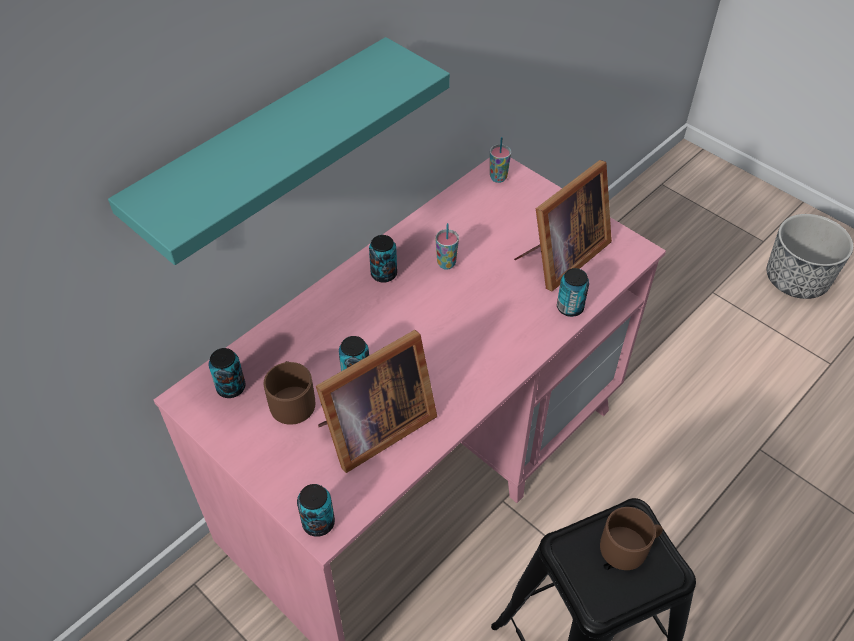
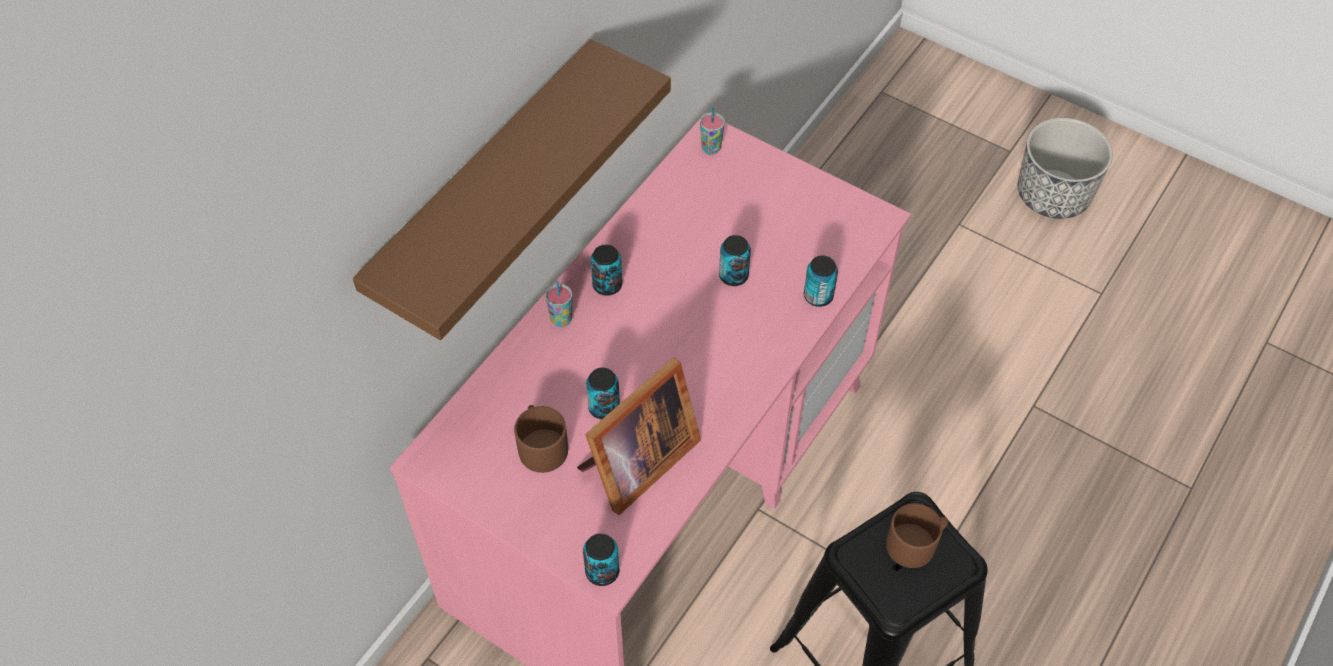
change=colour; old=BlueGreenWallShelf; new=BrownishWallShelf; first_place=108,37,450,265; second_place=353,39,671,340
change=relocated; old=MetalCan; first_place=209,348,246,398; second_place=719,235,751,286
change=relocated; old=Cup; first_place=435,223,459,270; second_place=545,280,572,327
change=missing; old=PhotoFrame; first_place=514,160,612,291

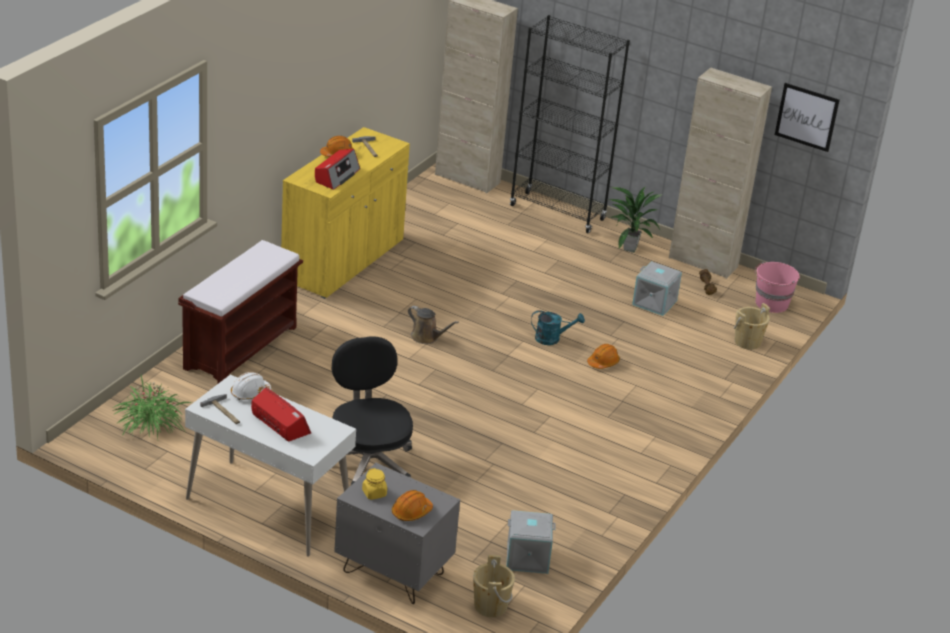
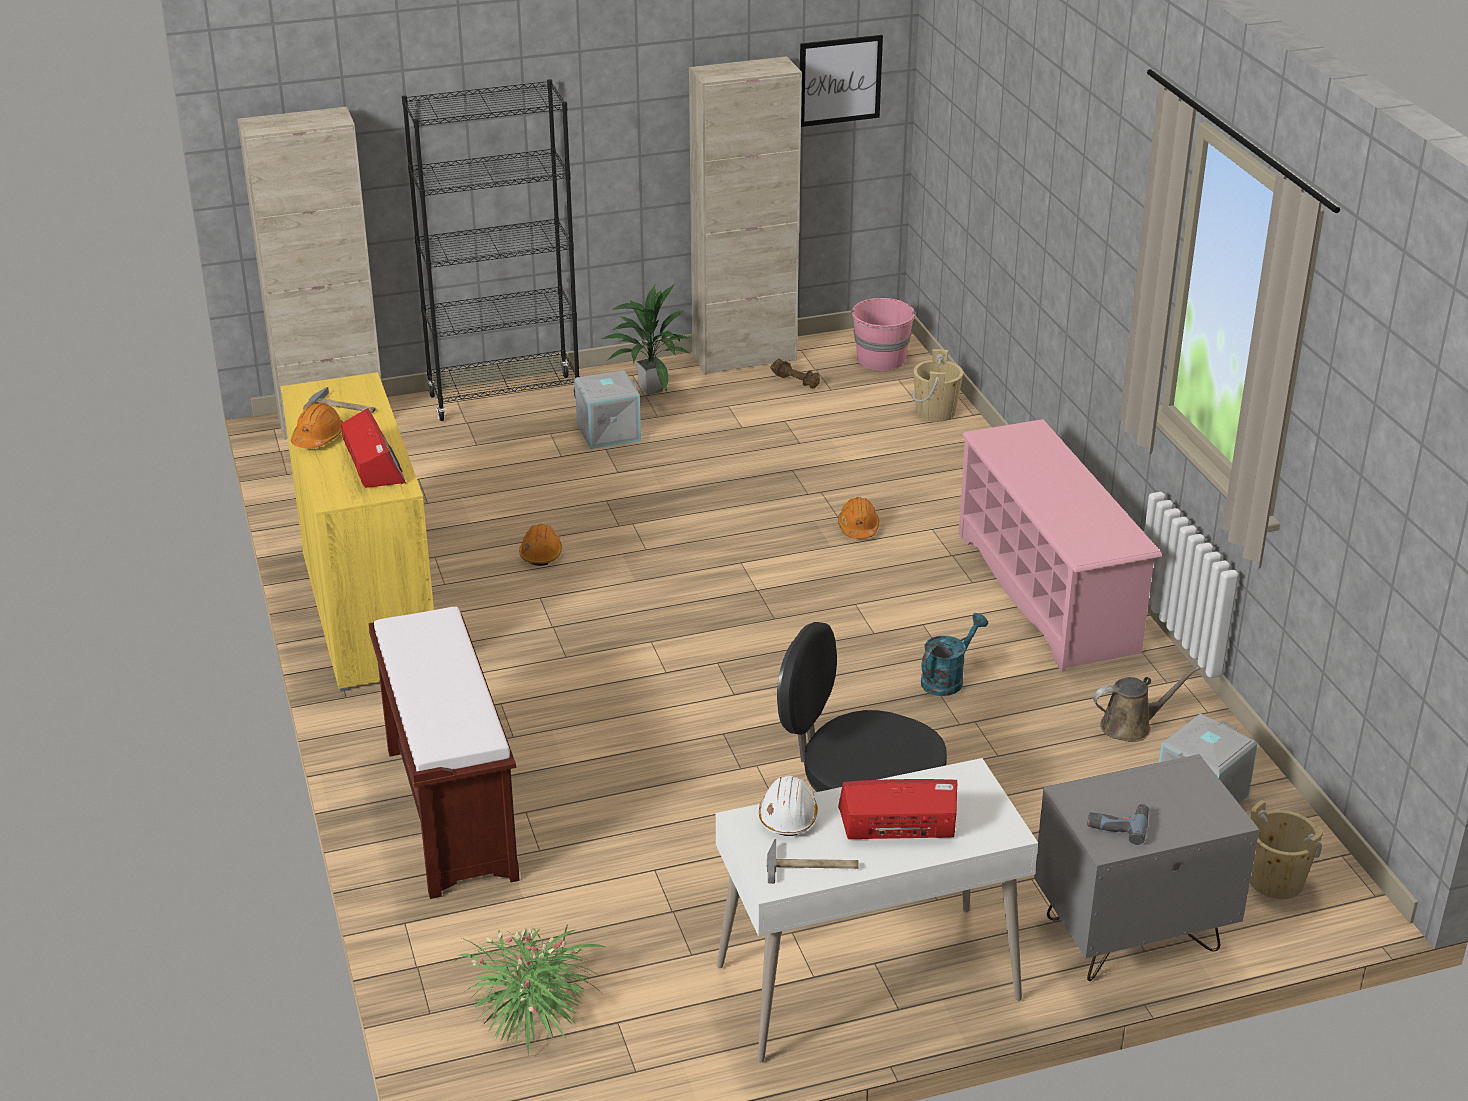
change=exchanged; old=YellowishPreserveJar; new=ElectricDrill; first_place=362,468,387,500; second_place=1087,804,1149,845
change=relocated; old=OrangeColouredHardHat; first_place=392,490,433,521; second_place=519,524,562,566
change=relocated; old=BrownishWateringPot; first_place=408,306,459,344; second_place=1093,666,1200,742
change=relocated; old=BlueGreenWateringPot; first_place=531,310,585,345; second_place=921,613,988,696
change=relocated; old=GreyStorageBox; first_place=632,261,682,316; second_place=575,370,641,449
change=appeared; new=PinkishShoeStand; second_place=958,419,1162,672

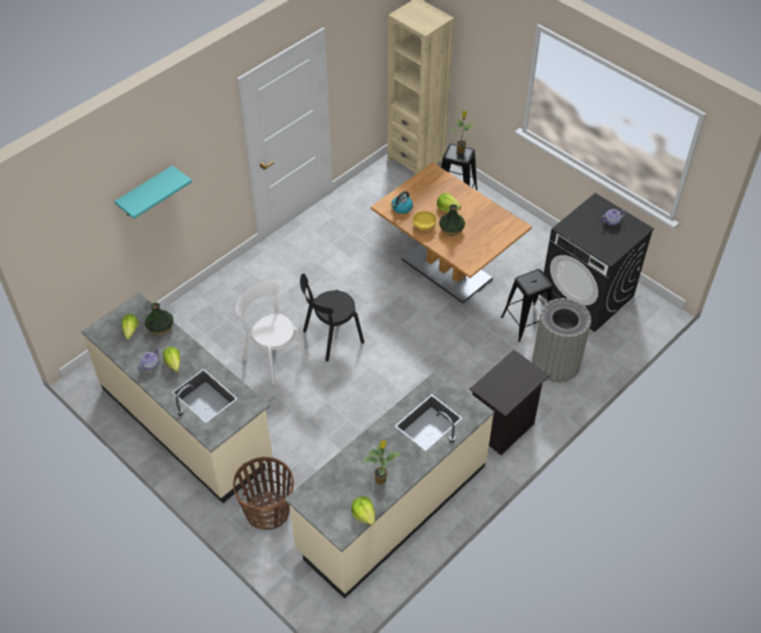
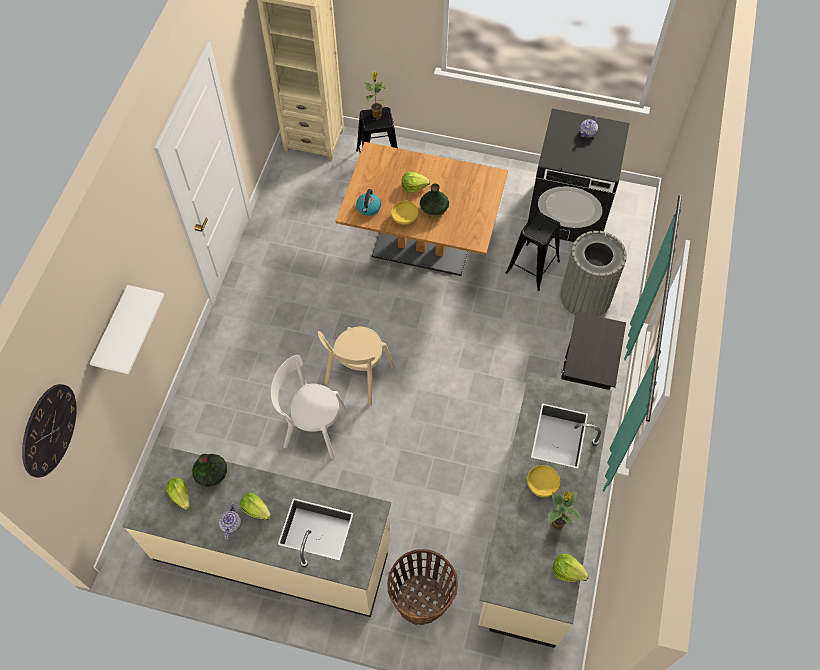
change=colour; old=BlueGreenWallShelf; new=WhitishWallShelf; first_place=114,165,192,219; second_place=90,285,164,374
change=colour; old=BlackPlainChair; new=SandColouredPlainChair; first_place=300,273,364,362; second_place=318,327,394,406
change=appeared; new=ClockOnTheWall; second_place=22,384,77,478
change=appeared; new=YellowishDeepDish; second_place=527,465,560,497

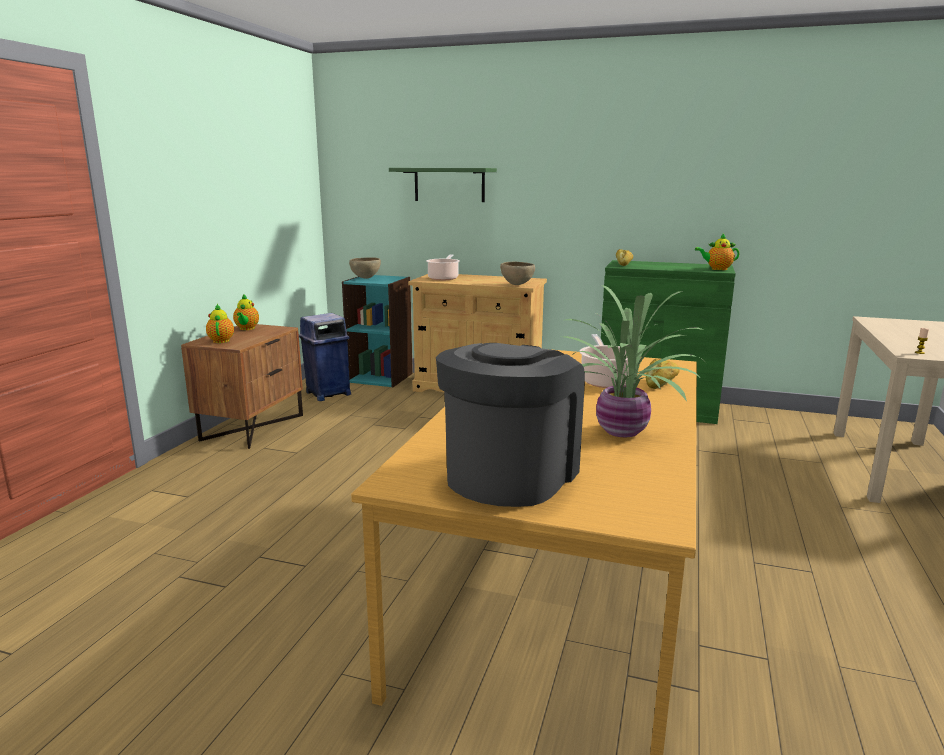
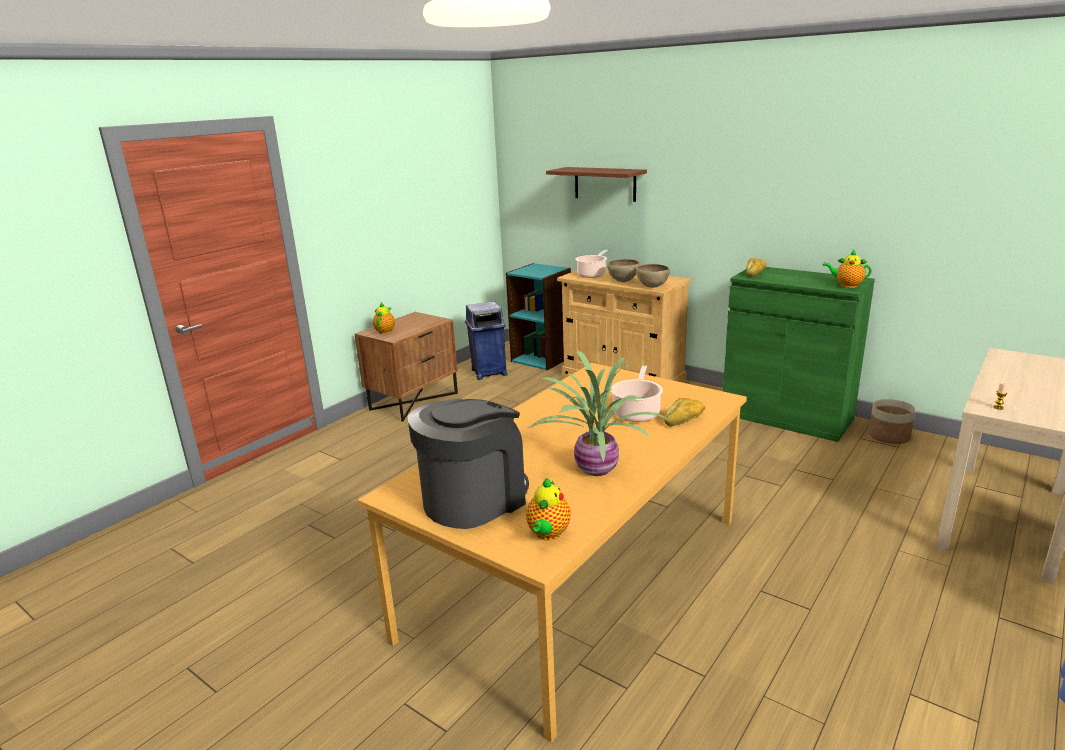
change=relocated; old=Teapot; first_place=233,294,259,330; second_place=526,478,571,541
change=relocated; old=BrownishDeepDish; first_place=349,257,381,279; second_place=607,259,640,282
change=colour; old=GreenishWallShelf; new=BrownishWallShelf; first_place=389,168,497,202; second_place=546,167,647,202
change=appeared; new=PlantPot; second_place=868,399,916,444

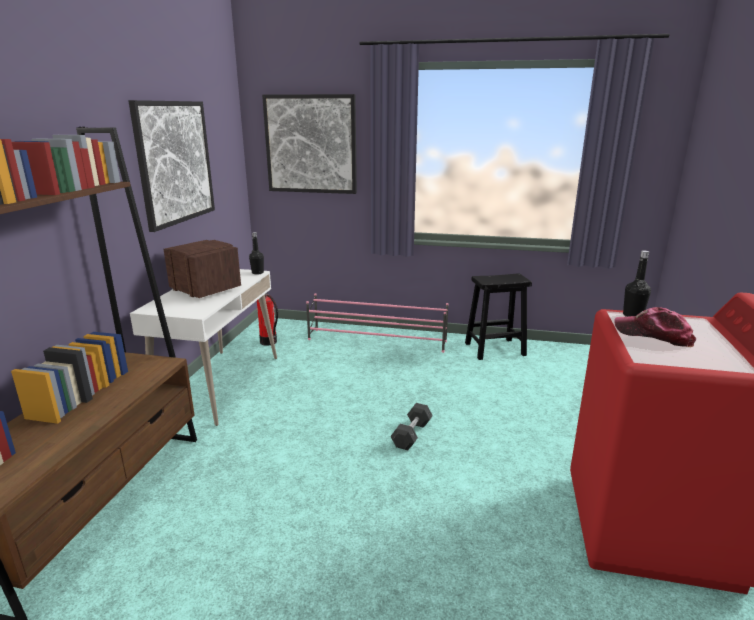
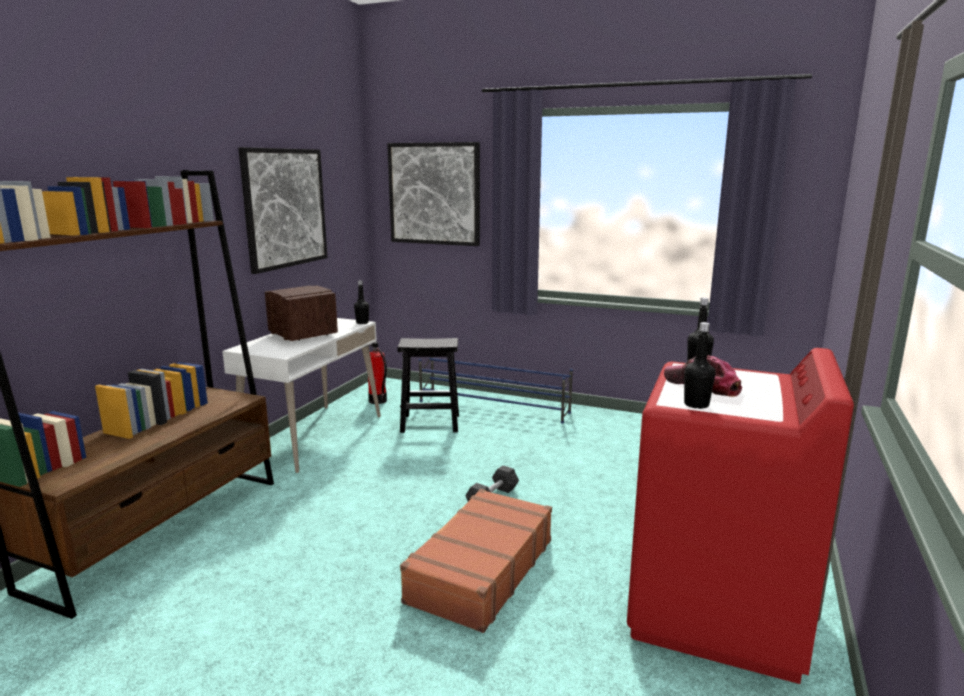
change=colour; old=PinkishShoeStand; new=BlueColouredShoeStand; first_place=306,293,449,353; second_place=419,357,573,424
change=relocated; old=BlackStoolSeat; first_place=465,273,532,360; second_place=398,338,459,433
change=appeared; new=BrownishSuitcase; second_place=400,489,552,633
change=appeared; new=BlackDrinkBottle; second_place=684,322,716,409

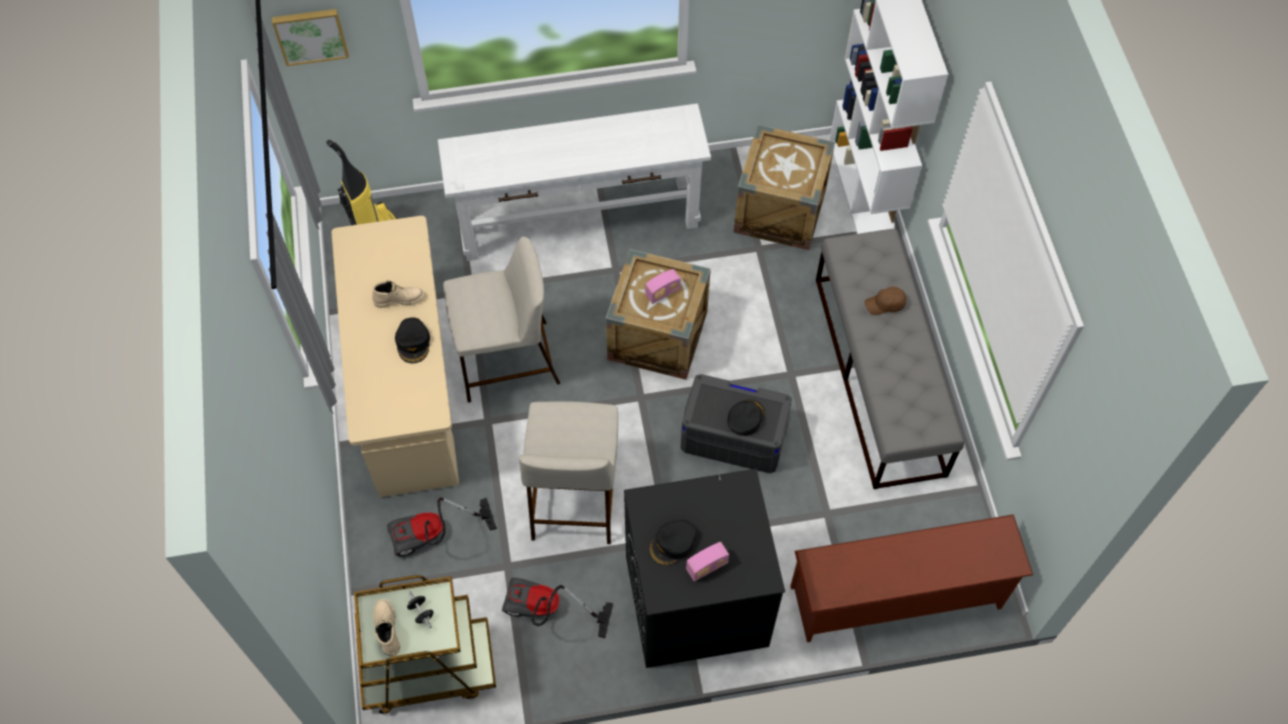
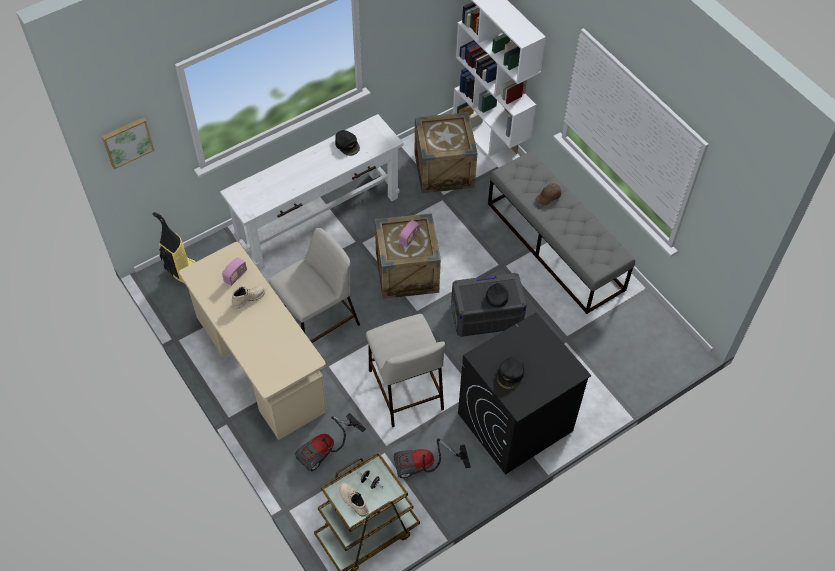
change=relocated; old=BlackBaseballCap; first_place=395,317,430,363; second_place=335,130,360,156
change=relocated; old=Radio; first_place=686,542,729,582; second_place=222,257,247,286
change=missing; old=BrownishShoeStand; first_place=790,514,1033,642

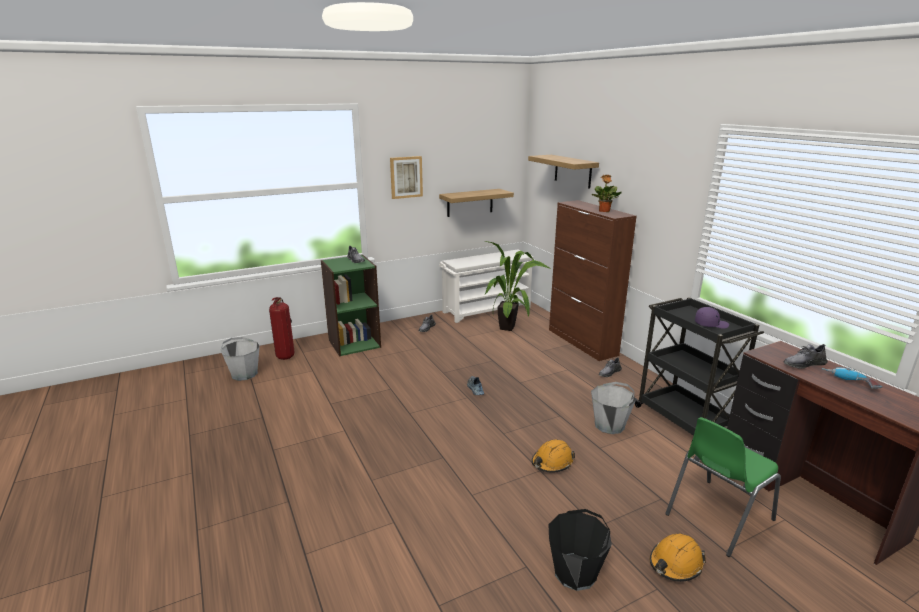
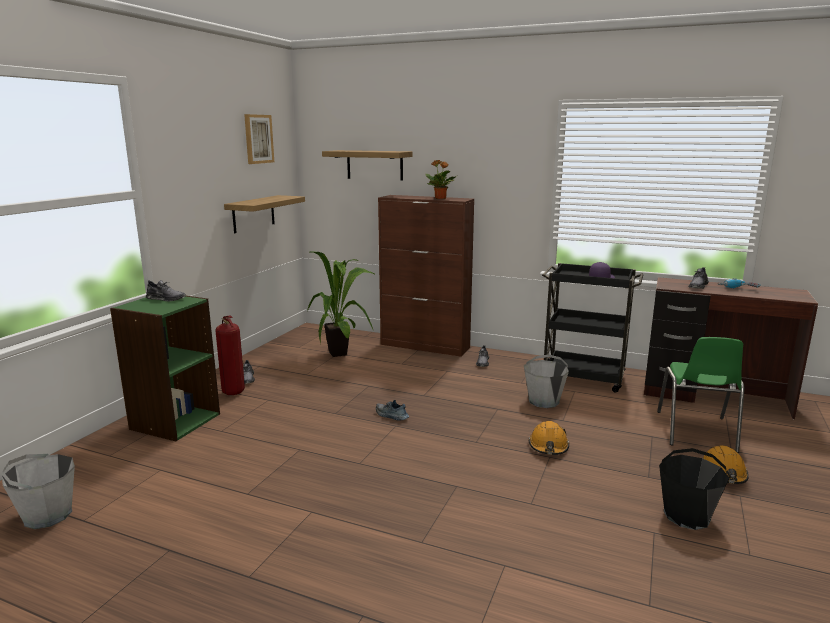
change=relocated; old=FireExtinguisher; first_place=269,297,294,360; second_place=216,315,245,395
change=relocated; old=WallArt; first_place=390,156,423,199; second_place=244,114,274,164
change=missing; old=WhitishShoeStand; first_place=439,249,536,323

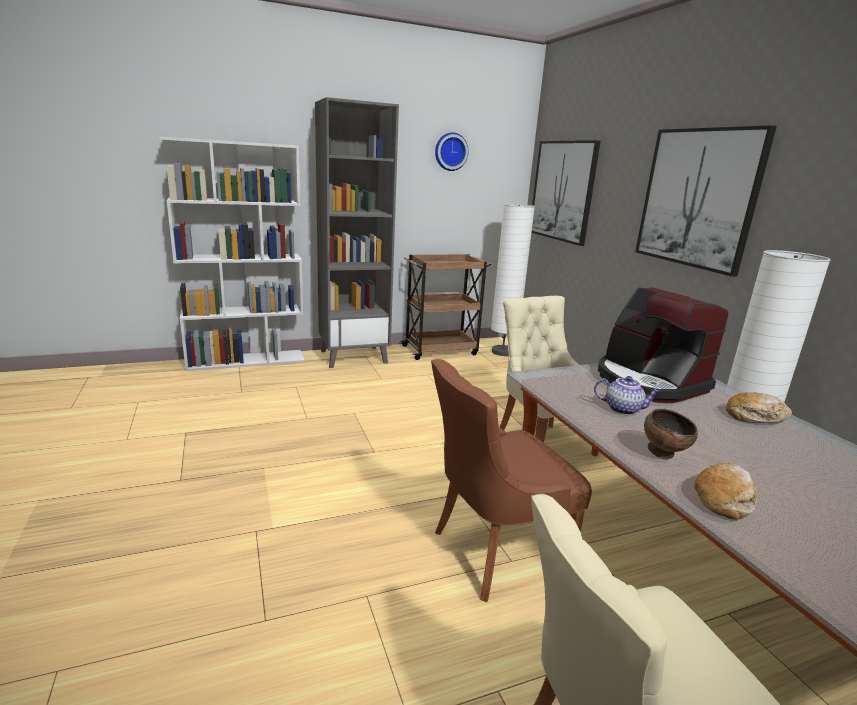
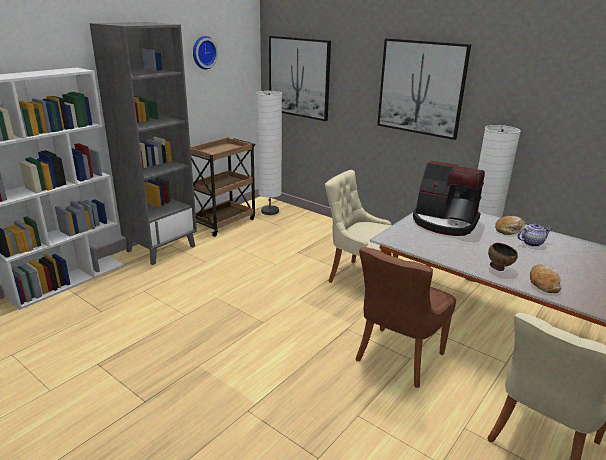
change=relocated; old=Teapot; first_place=594,376,660,415; second_place=518,223,552,247

